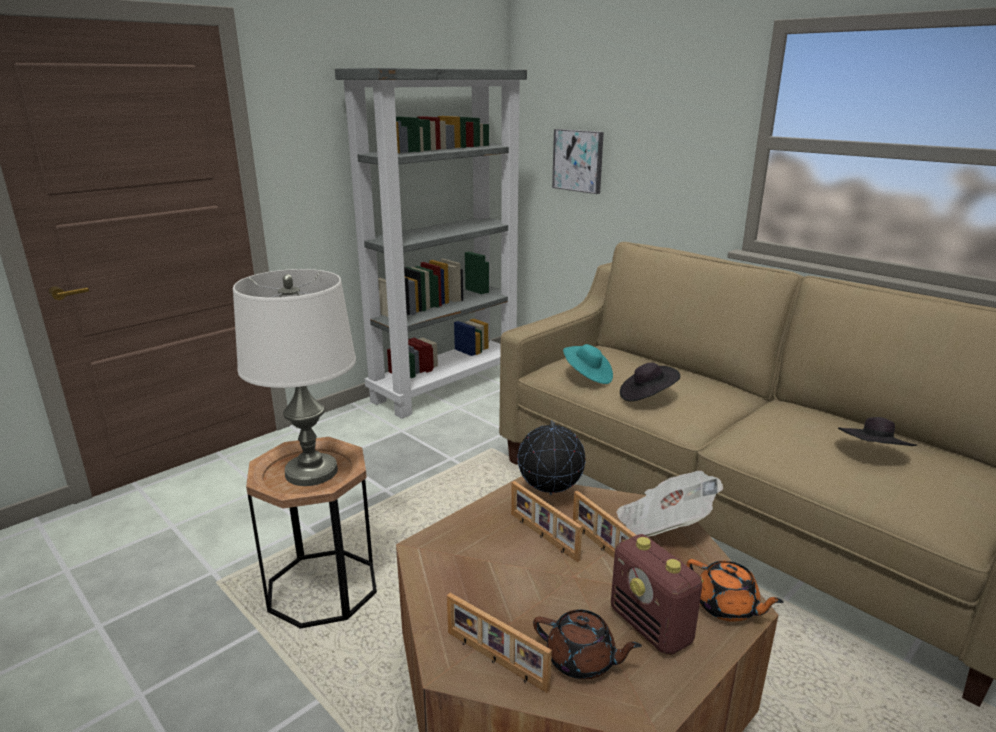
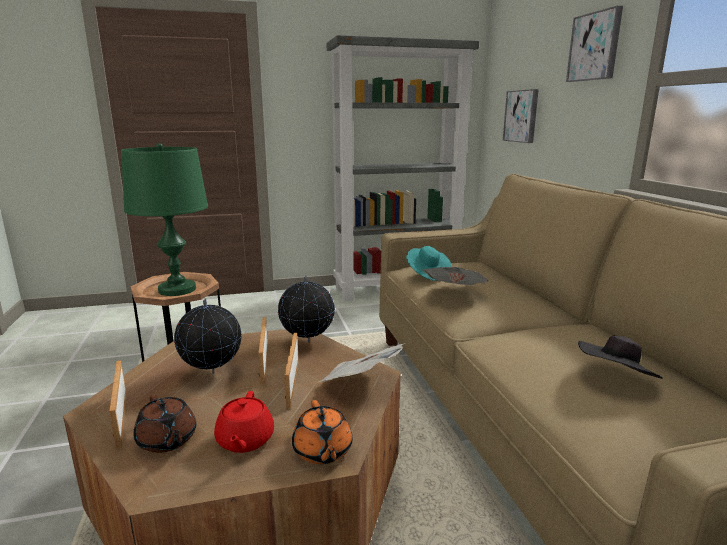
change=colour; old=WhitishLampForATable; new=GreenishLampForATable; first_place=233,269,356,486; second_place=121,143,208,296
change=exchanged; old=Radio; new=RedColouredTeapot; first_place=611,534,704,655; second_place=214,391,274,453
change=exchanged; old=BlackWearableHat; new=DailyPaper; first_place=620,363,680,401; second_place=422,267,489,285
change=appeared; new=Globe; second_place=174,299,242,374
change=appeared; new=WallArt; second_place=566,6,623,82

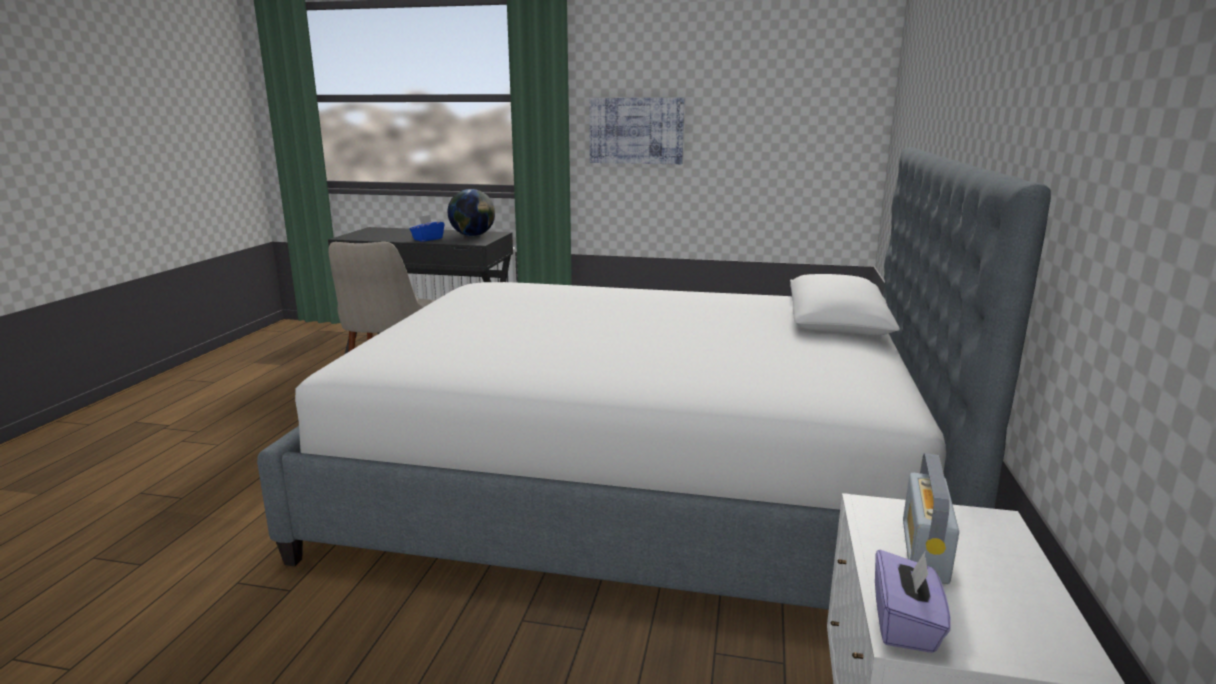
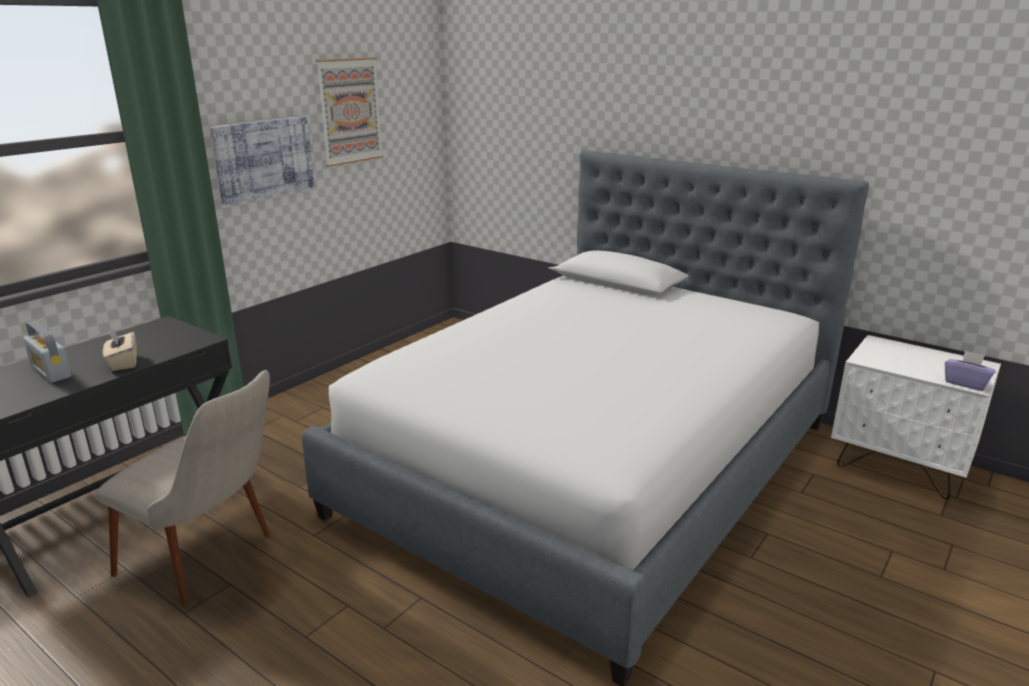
change=colour; old=BlueColouredTissueHolder; new=SandColouredTissueHolder; first_place=410,215,445,242; second_place=103,329,137,371
change=missing; old=Globe; first_place=448,189,495,236
change=relocated; old=Radio; first_place=903,453,959,584; second_place=23,321,71,383
change=appeared; new=WallArt; second_place=316,57,383,167

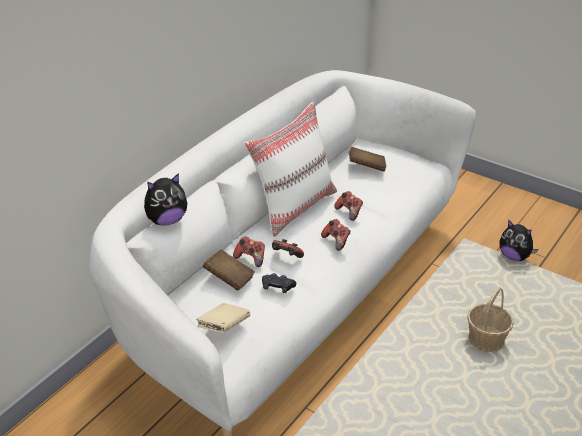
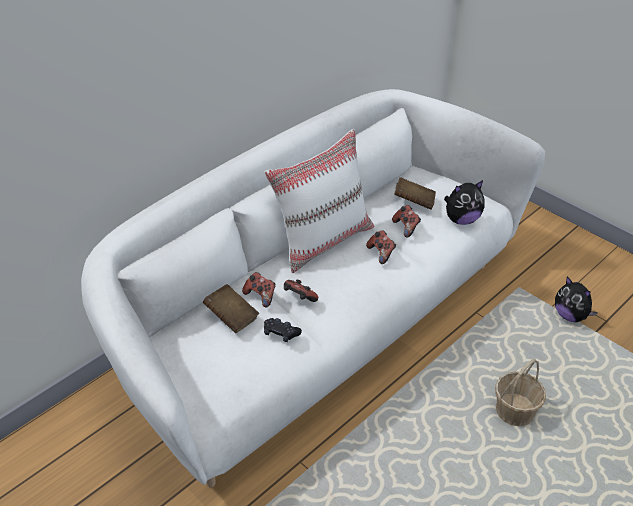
change=relocated; old=CuddlyToy; first_place=144,173,187,225; second_place=444,180,485,225
change=missing; old=SandColouredBoundBook; first_place=196,303,250,333
change=relocated; old=Joypad; first_place=321,219,351,251; second_place=392,205,421,238

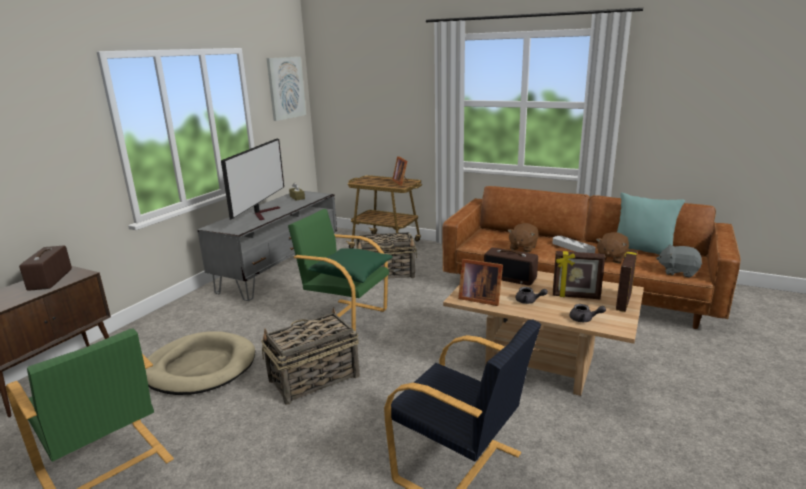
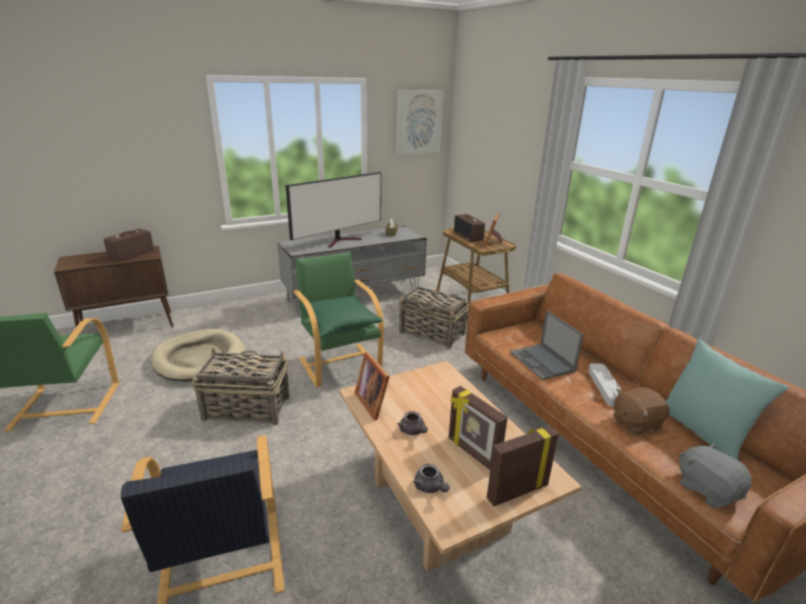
change=relocated; old=Radio; first_place=484,248,538,286; second_place=454,214,485,242
change=exchanged; old=BrownishCuddlyToy; new=NotebookComputer; first_place=508,223,539,252; second_place=510,311,584,380

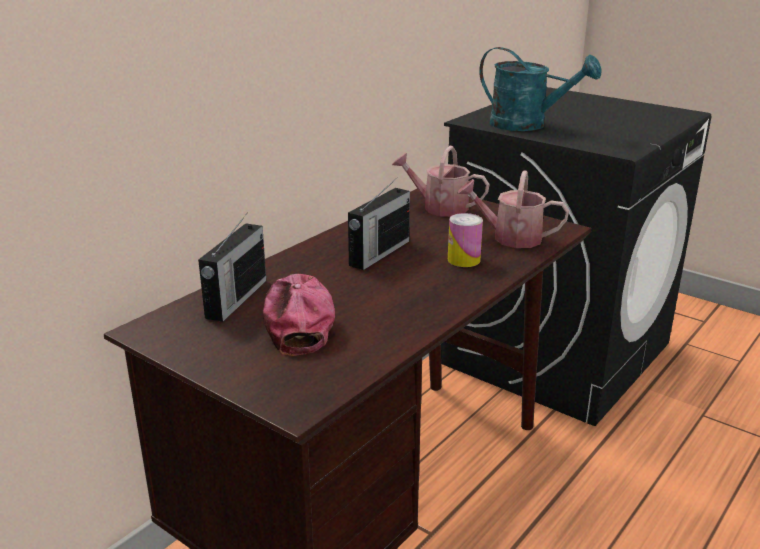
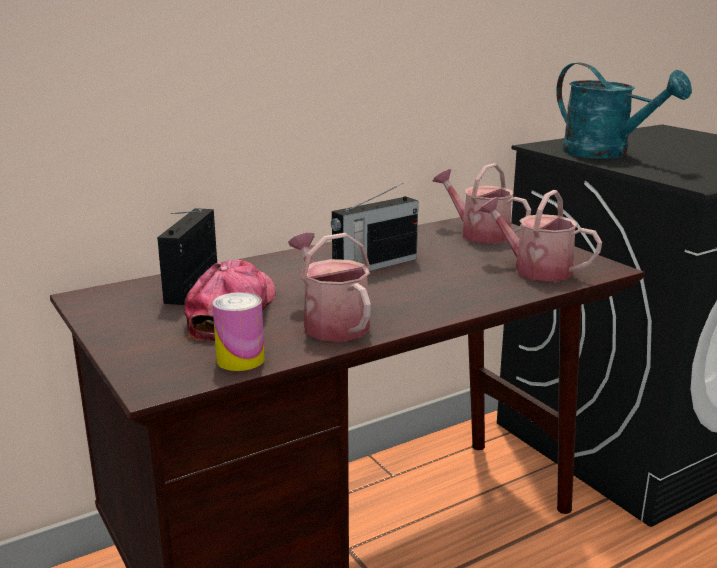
change=spun; old=Radio; first_place=198,212,266,322; second_place=157,208,217,305; degrees=150
change=relocated; old=MetalCan; first_place=448,213,483,267; second_place=212,292,265,371
change=appeared; new=WateringPot; second_place=288,233,371,342

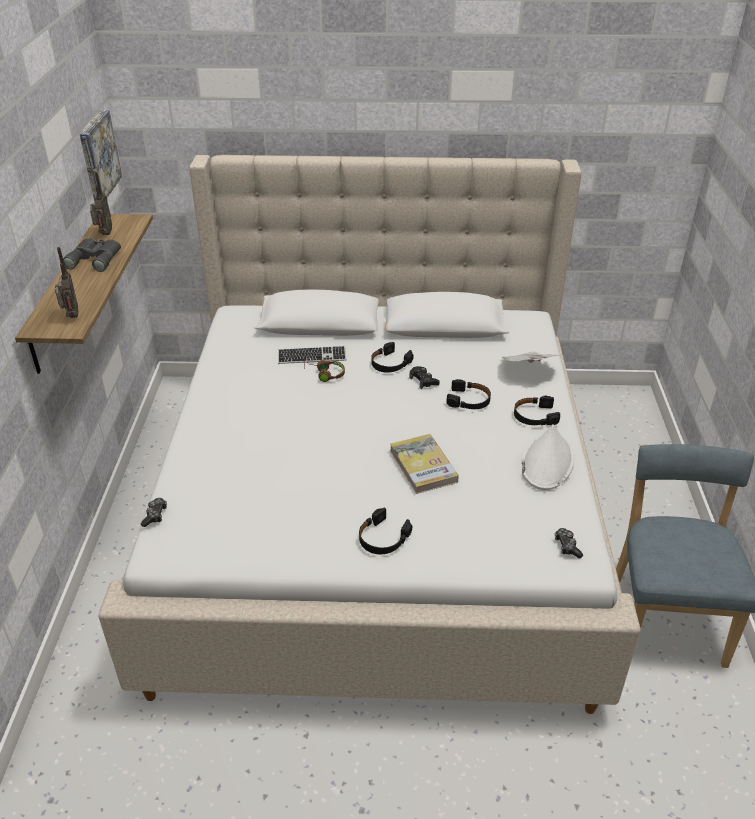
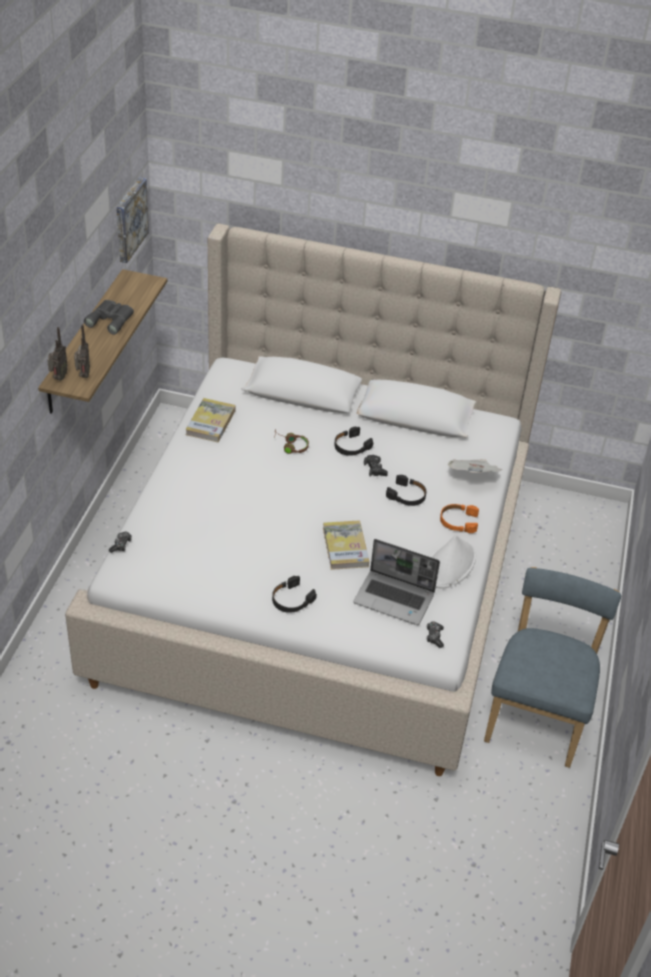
change=relocated; old=Radio; first_place=90,172,112,235; second_place=47,327,68,381
change=missing; old=PcKeyboard; first_place=278,346,346,364
change=colour; old=BlackHeadset; new=OrangeColouredHeadset; first_place=514,396,560,425; second_place=440,504,479,533
change=appeared; new=BoundBook; second_place=185,398,236,442
change=appeared; new=NotebookComputer; second_place=354,539,440,625

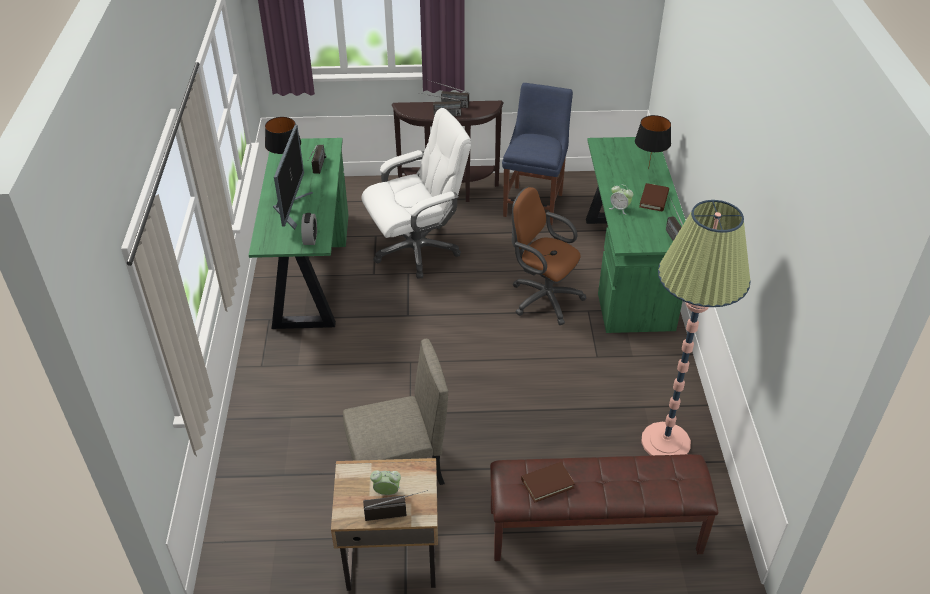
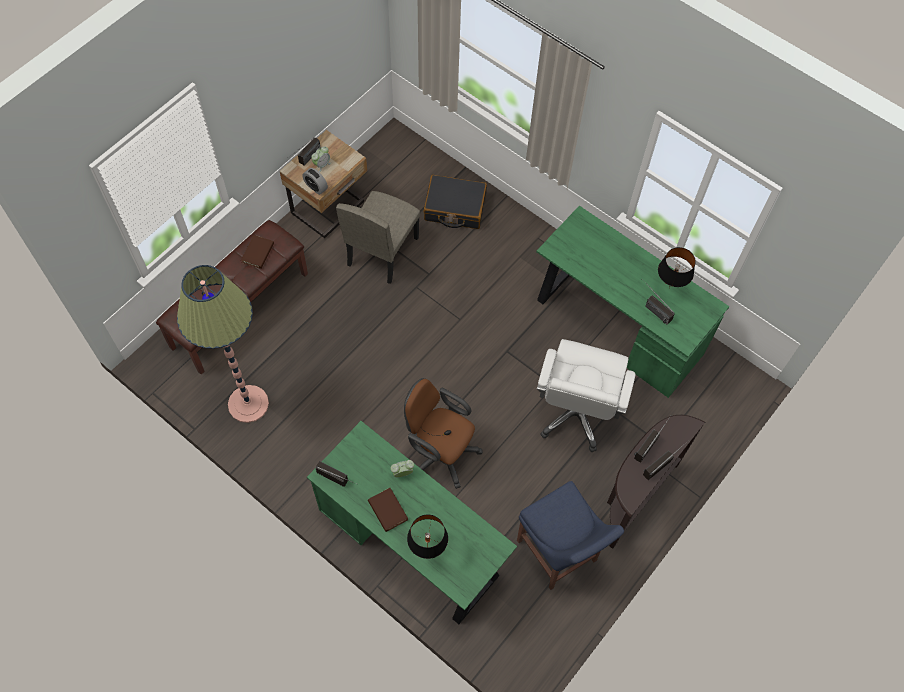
change=missing; old=ComputerScreen; first_place=273,125,313,230
change=relocated; old=BedsideClock; first_place=301,213,317,245; second_place=302,168,328,195
change=spun; old=BrownishComputerChair; first_place=512,187,586,325; second_place=404,378,483,489; degrees=-135
change=appeared; new=BlackSuitcase; second_place=423,175,487,229

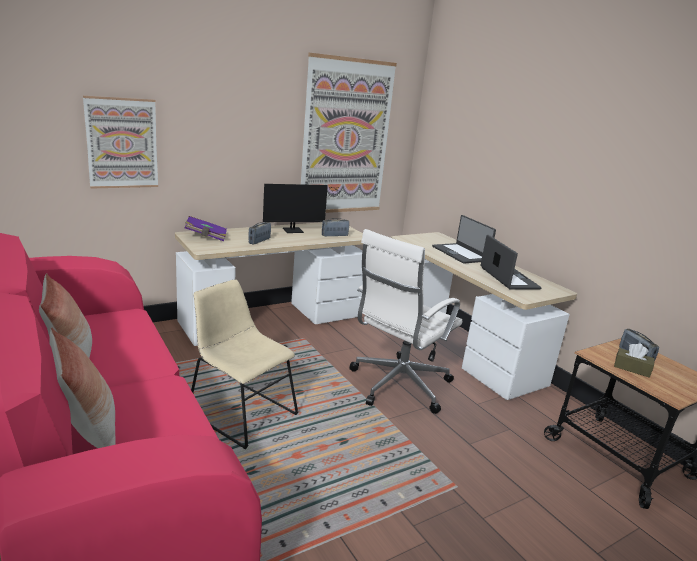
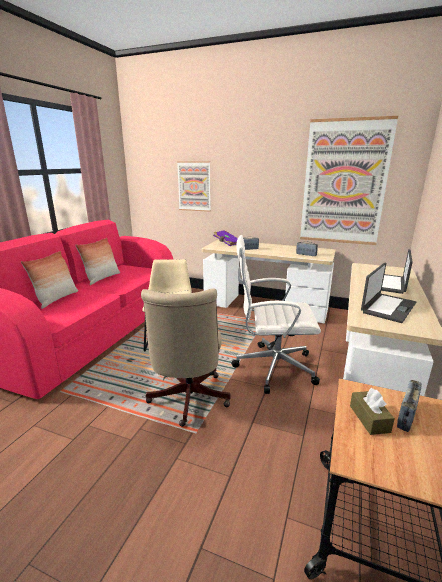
change=missing; old=ComputerScreen; first_place=263,184,347,233
change=appeared; new=SandColouredComputerChair; second_place=141,288,231,427

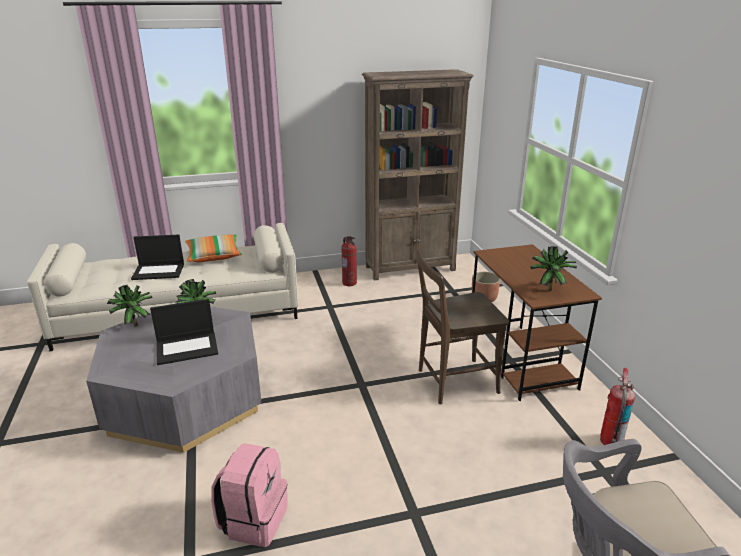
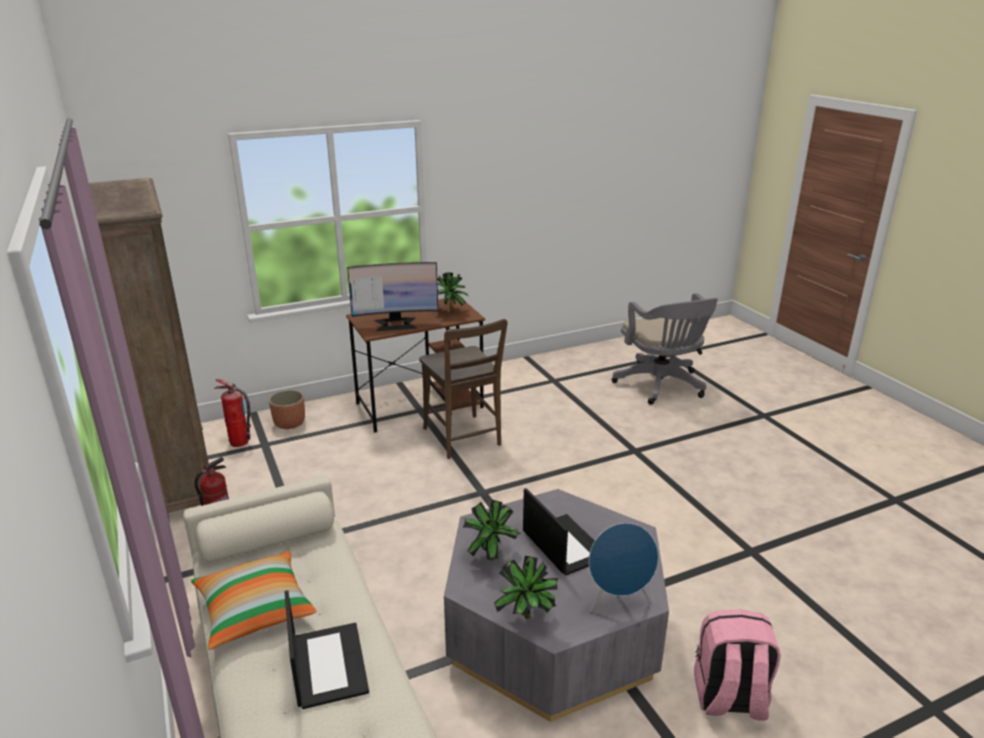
change=relocated; old=PinkishKnapsack; first_place=211,443,288,547; second_place=694,609,781,721
change=relocated; old=FireExtinguisher; first_place=600,368,635,445; second_place=214,379,251,447
change=appeared; new=ComputerScreen; second_place=347,262,438,331
change=appeared; new=BlueColouredSpeaker; second_place=589,523,658,612

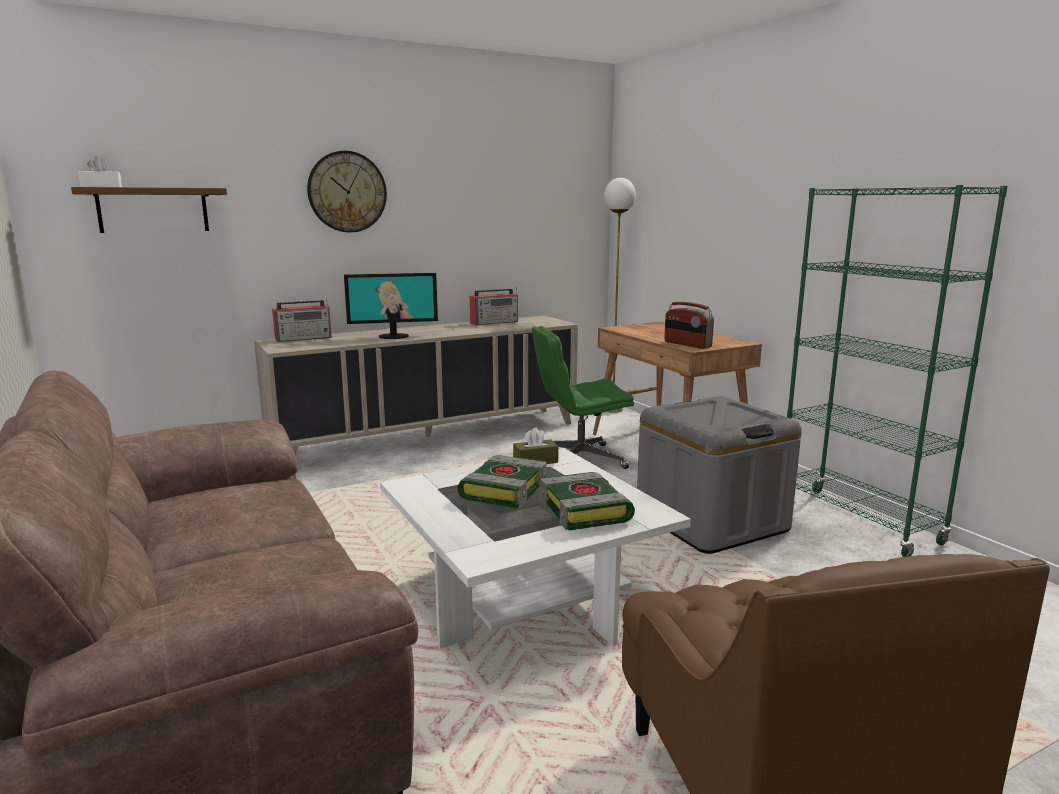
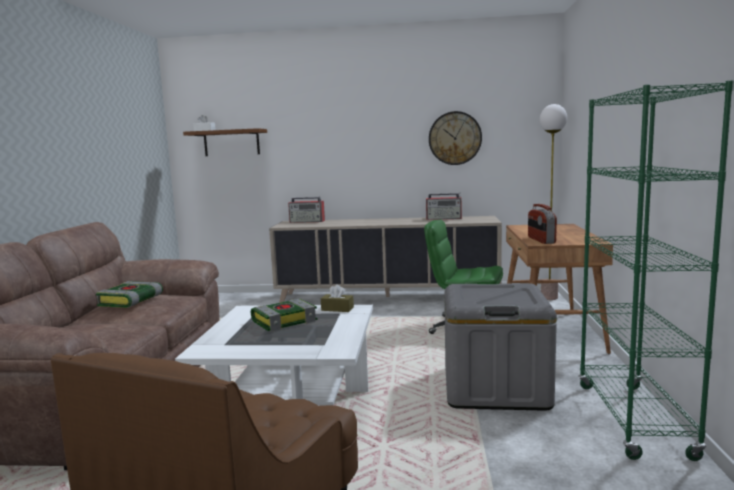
change=relocated; old=ClockOnTheWall; first_place=307,151,387,232; second_place=429,111,482,165
change=missing; old=ComputerScreen; first_place=344,273,438,339
change=relocated; old=BoundBook; first_place=541,472,635,531; second_place=96,281,163,308

